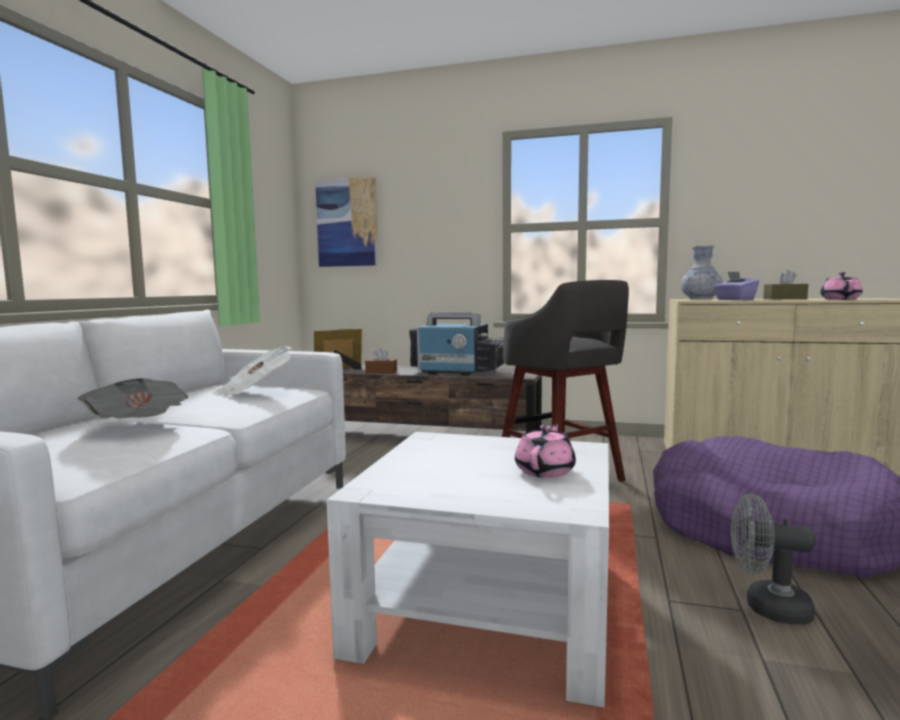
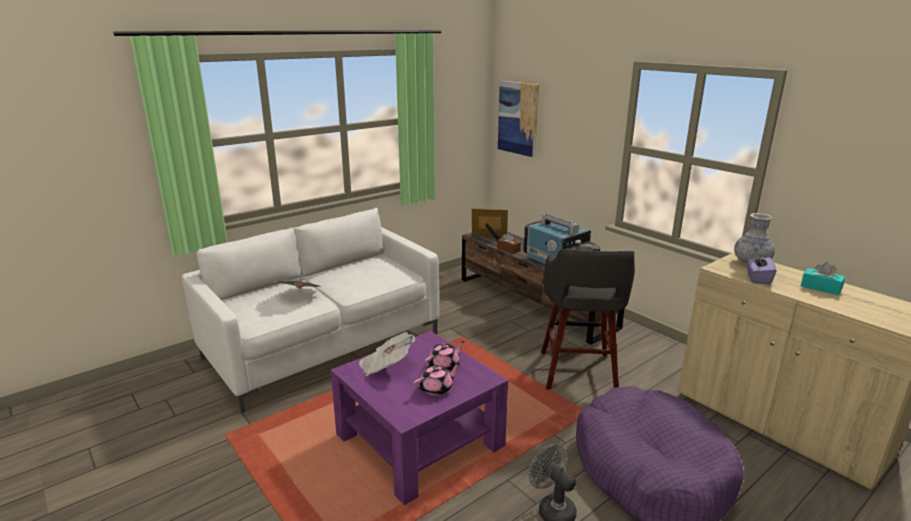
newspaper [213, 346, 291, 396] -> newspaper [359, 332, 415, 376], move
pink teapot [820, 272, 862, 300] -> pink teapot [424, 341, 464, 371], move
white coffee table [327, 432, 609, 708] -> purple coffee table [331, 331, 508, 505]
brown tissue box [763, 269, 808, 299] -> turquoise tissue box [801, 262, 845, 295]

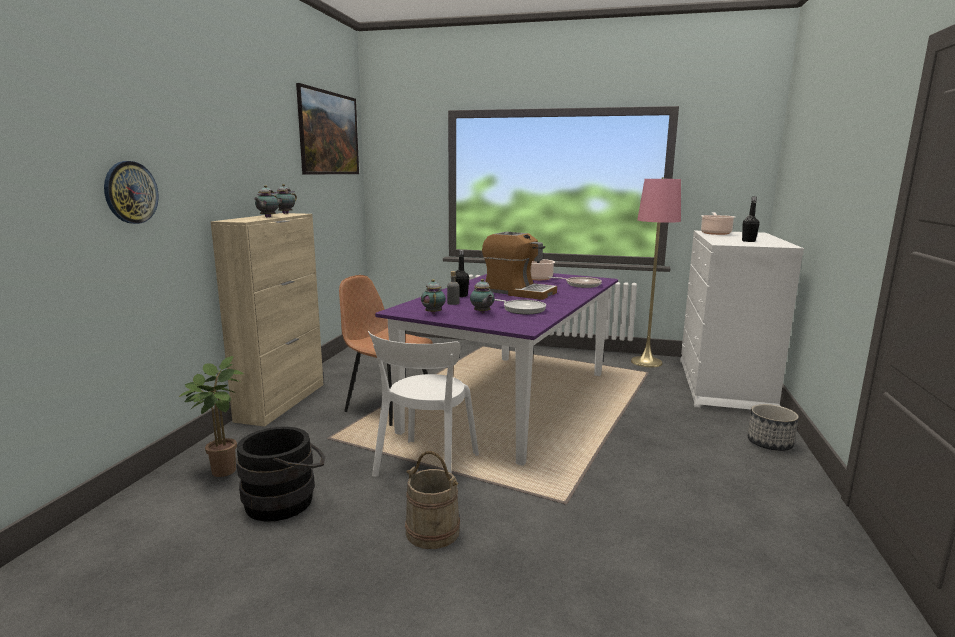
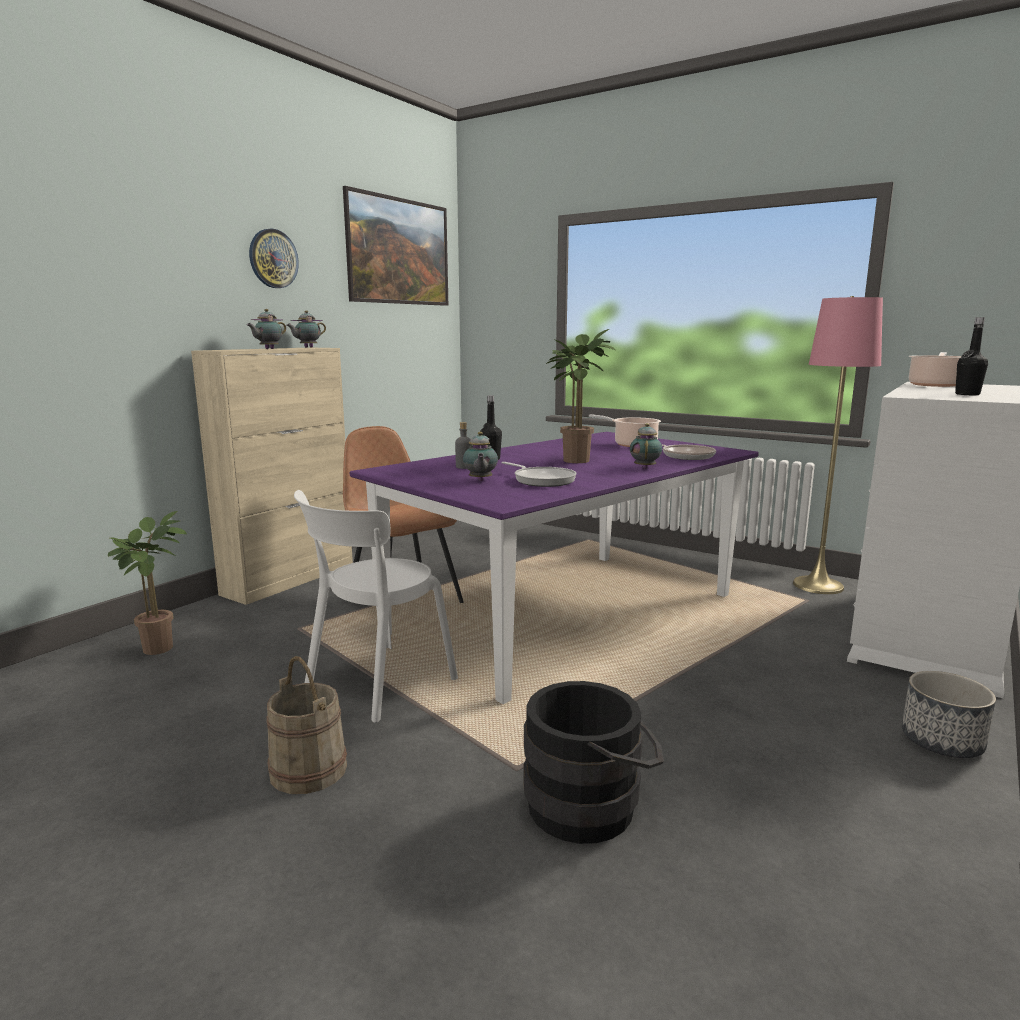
wall clock [104, 161, 159, 224] -> wall clock [249, 228, 299, 288], move
black bucket [236, 427, 325, 522] -> black bucket [523, 681, 664, 844], move
teapot [421, 279, 446, 314] -> teapot [630, 423, 662, 469], move
coffee machine [482, 232, 557, 300] -> potted plant [546, 329, 617, 463]

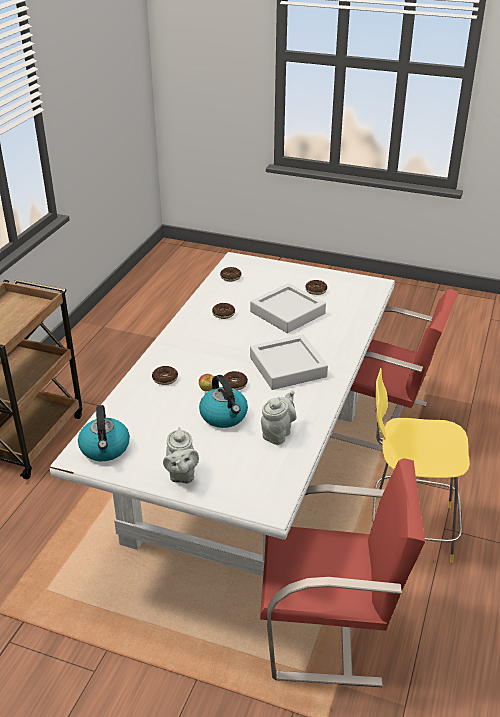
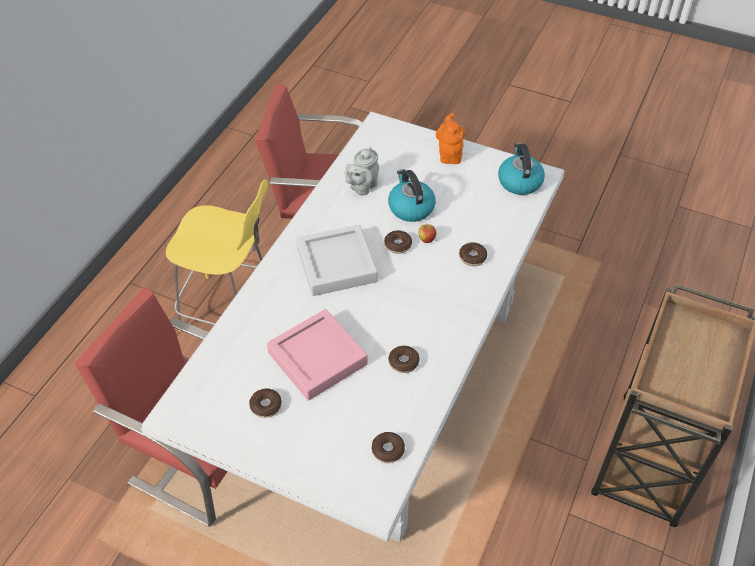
grey teapot [163, 427, 199, 483] -> orange teapot [436, 113, 465, 164]
grey tray [250, 283, 326, 333] -> pink tray [267, 309, 368, 401]

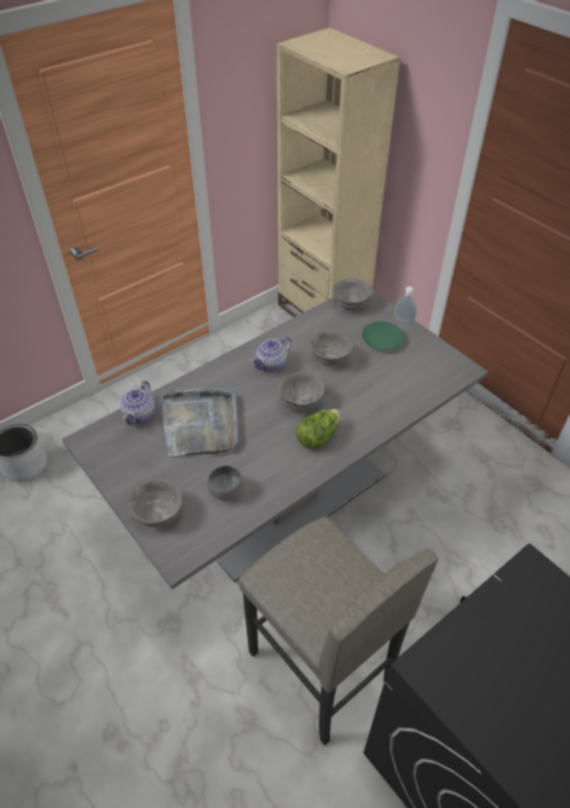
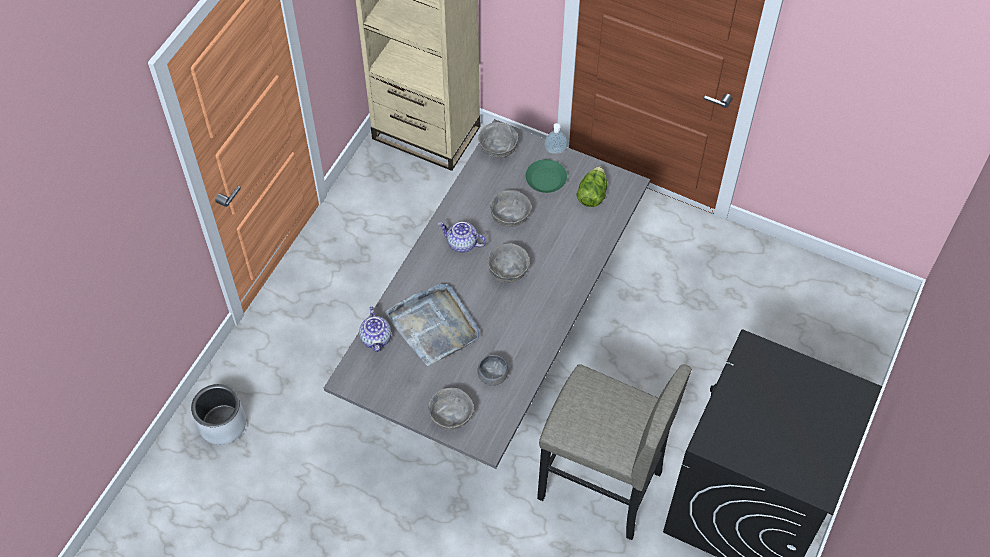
lettuce [296, 409, 340, 449] -> lettuce [577, 166, 607, 207], move
teapot [251, 336, 291, 372] -> teapot [438, 222, 486, 252], 90 degrees clockwise

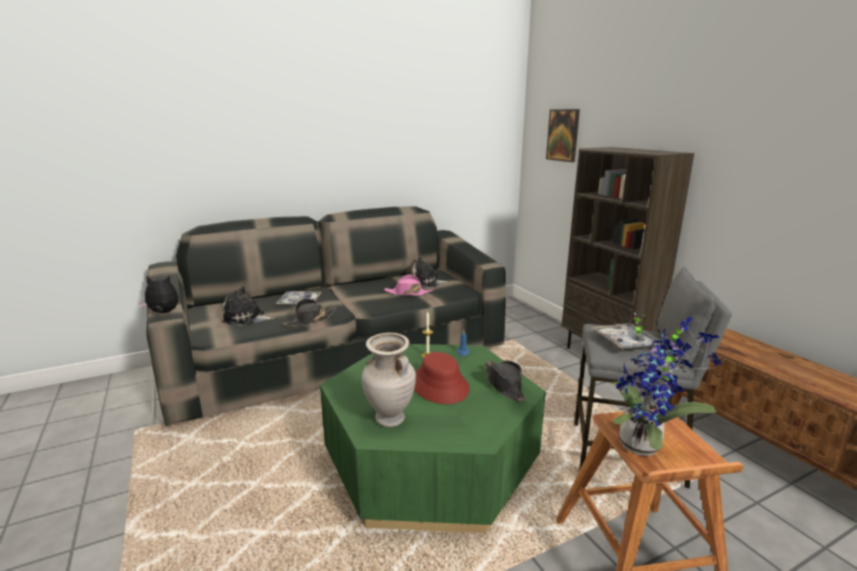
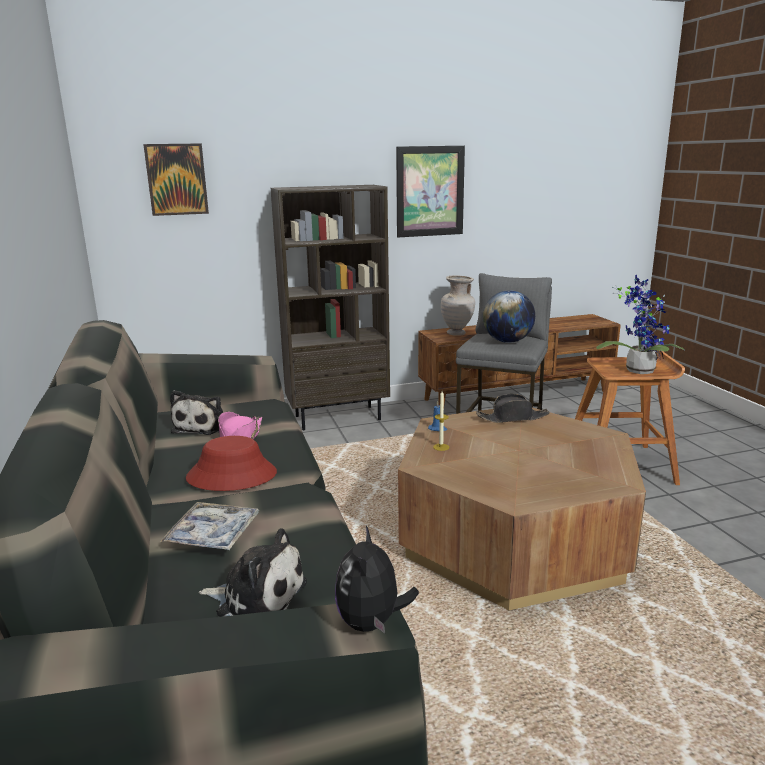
black hat [282, 299, 337, 327] -> none
none -> picture [396, 146, 465, 237]
beige vase [361, 333, 416, 427] -> beige vase [441, 275, 475, 336], move
red hat [414, 352, 469, 404] -> red hat [186, 436, 277, 491], move
tray [591, 323, 664, 350] -> globe [483, 290, 535, 343]
green coffee table [320, 344, 546, 533] -> brown coffee table [398, 408, 646, 610]
plush toy [222, 285, 274, 325] -> plush toy [199, 528, 307, 617], 90 degrees counterclockwise

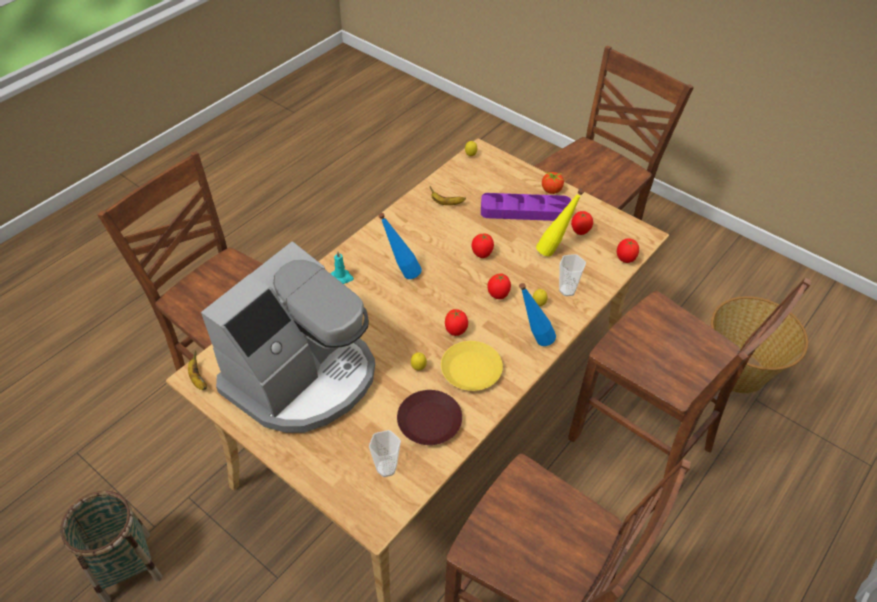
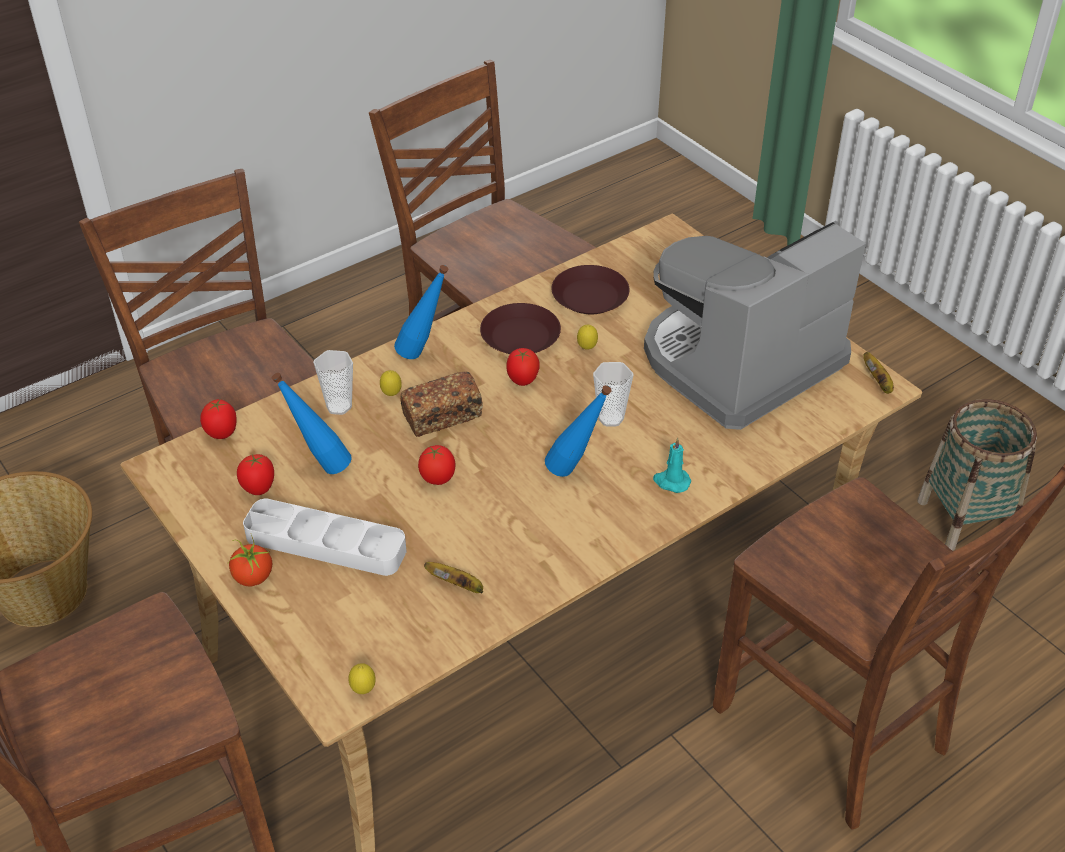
cup [369, 430, 401, 477] -> cup [593, 362, 633, 427], move
tomato [487, 274, 511, 299] -> bread [400, 371, 483, 437]
yellow plate [441, 341, 503, 391] -> brown plate [480, 303, 561, 354]
purple tray [481, 193, 571, 221] -> white tray [243, 498, 406, 576]
yellow bottle [536, 189, 584, 257] -> blue bottle [272, 373, 352, 474]

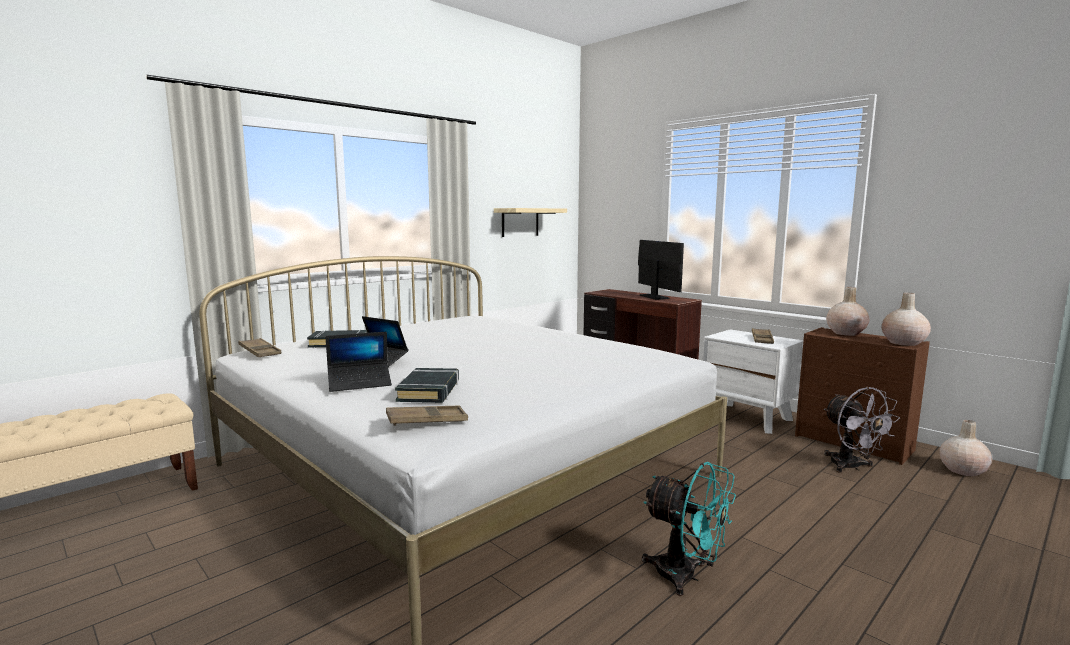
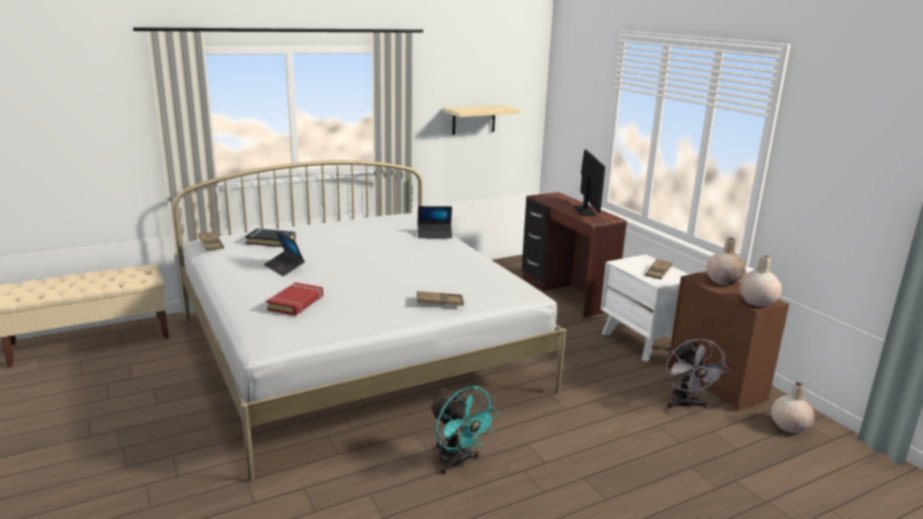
laptop [326, 332, 392, 392] -> laptop [418, 206, 452, 238], move
brown tray [386, 406, 468, 426] -> brown tray [417, 291, 464, 306], move
black book [395, 368, 459, 403] -> red book [266, 282, 323, 316]

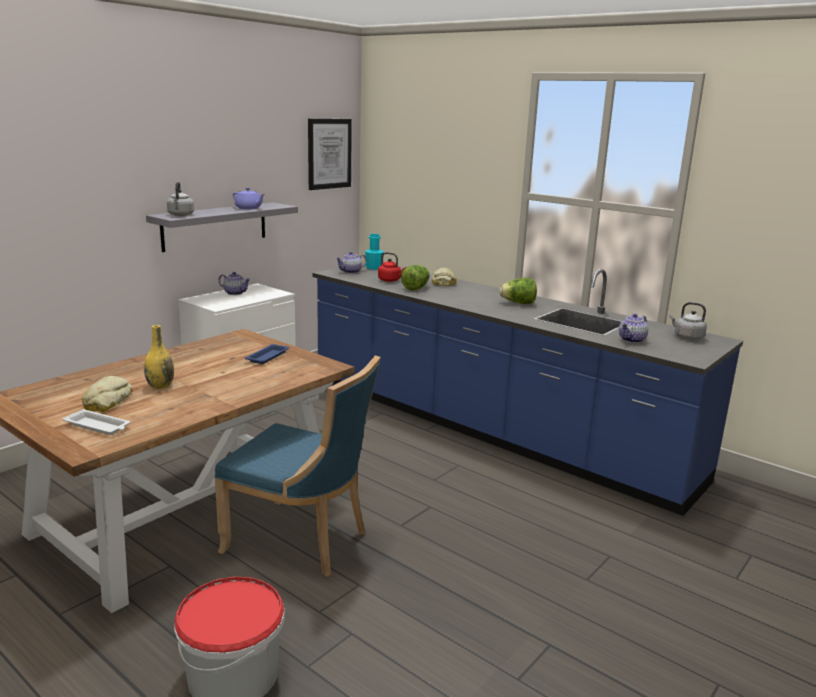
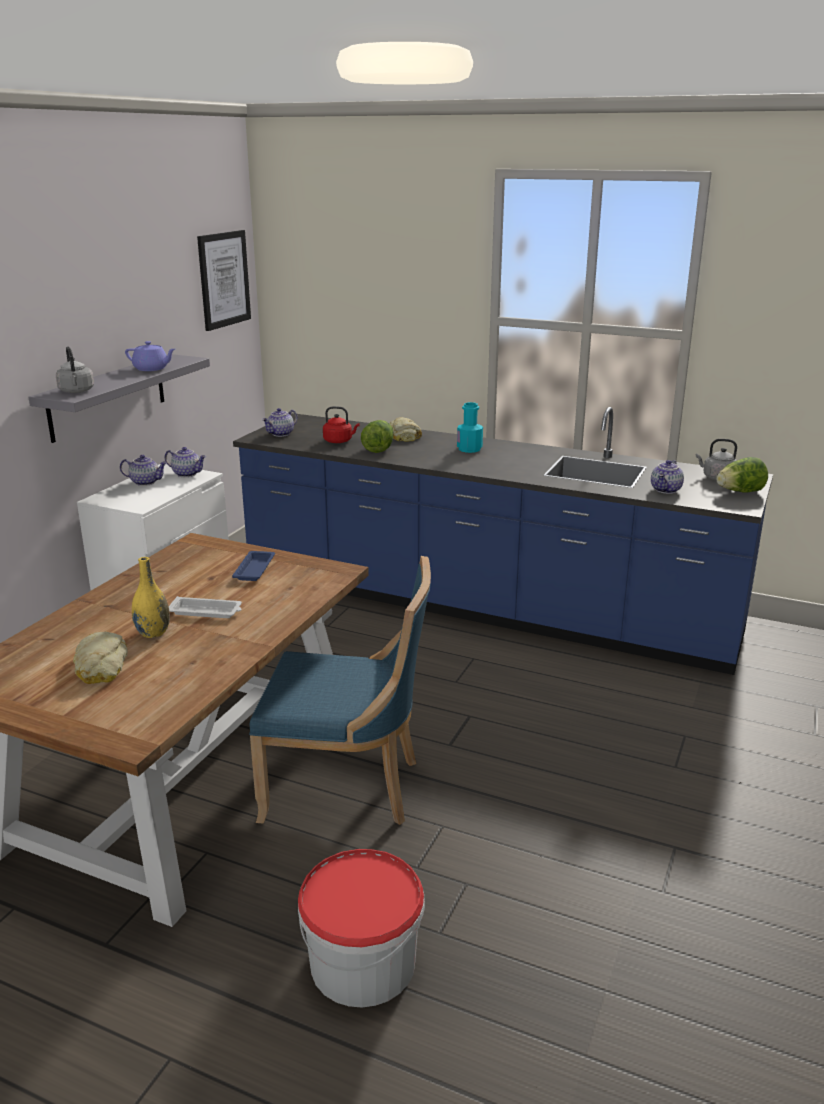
none -> teapot [165, 447, 206, 477]
white tray [63, 409, 130, 435] -> white tray [169, 596, 242, 618], move
turquoise bottle [365, 234, 383, 270] -> turquoise bottle [457, 402, 483, 453], move
lettuce [499, 278, 537, 304] -> lettuce [716, 457, 768, 493], move

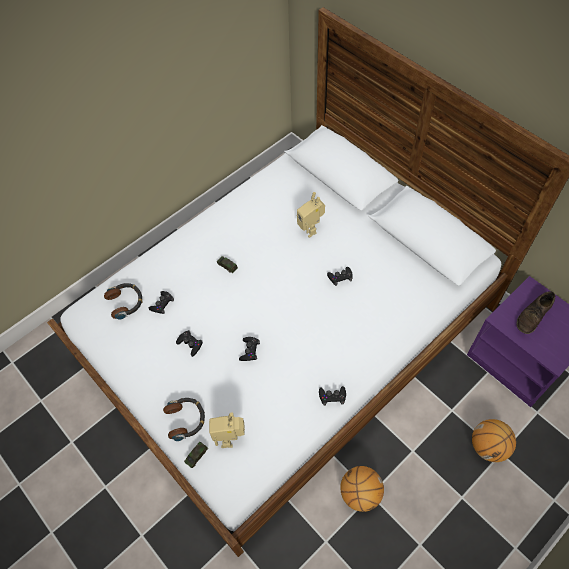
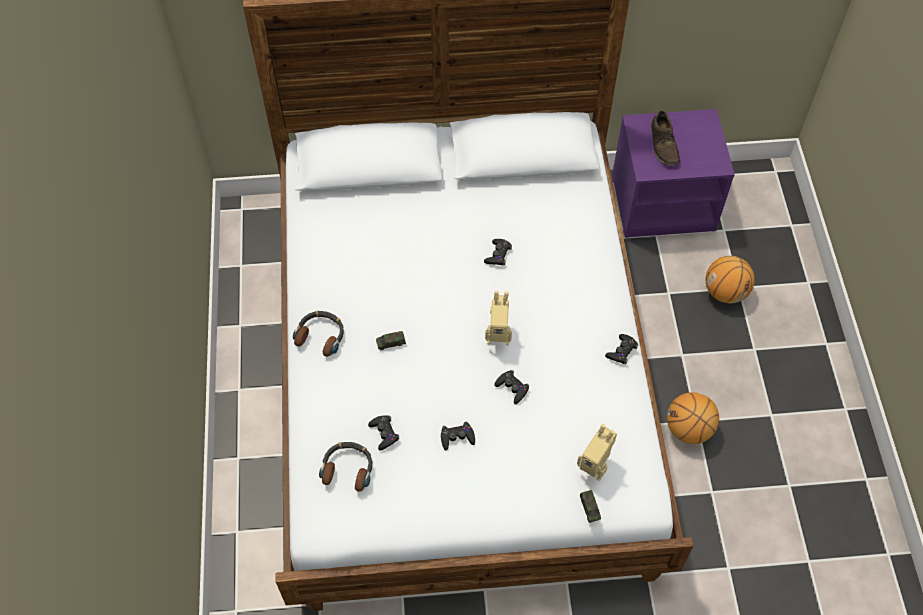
headphones [163, 398, 205, 441] -> headphones [293, 311, 344, 357], move
toy robot [297, 192, 325, 238] -> toy robot [485, 291, 512, 345], move

